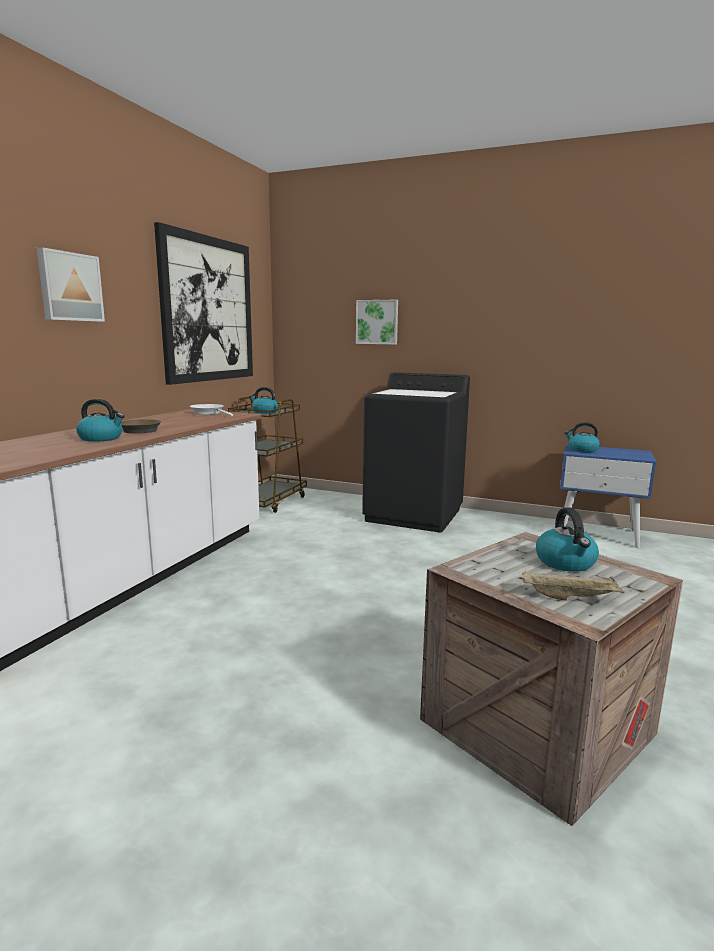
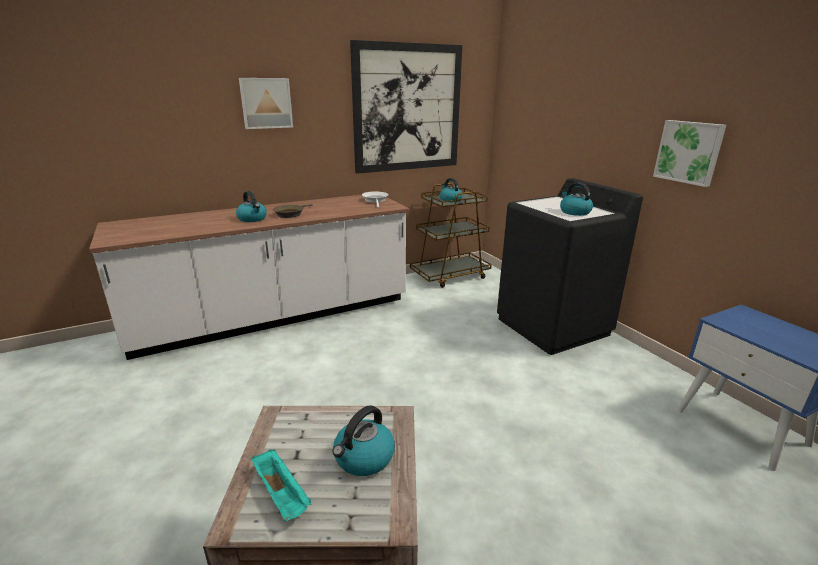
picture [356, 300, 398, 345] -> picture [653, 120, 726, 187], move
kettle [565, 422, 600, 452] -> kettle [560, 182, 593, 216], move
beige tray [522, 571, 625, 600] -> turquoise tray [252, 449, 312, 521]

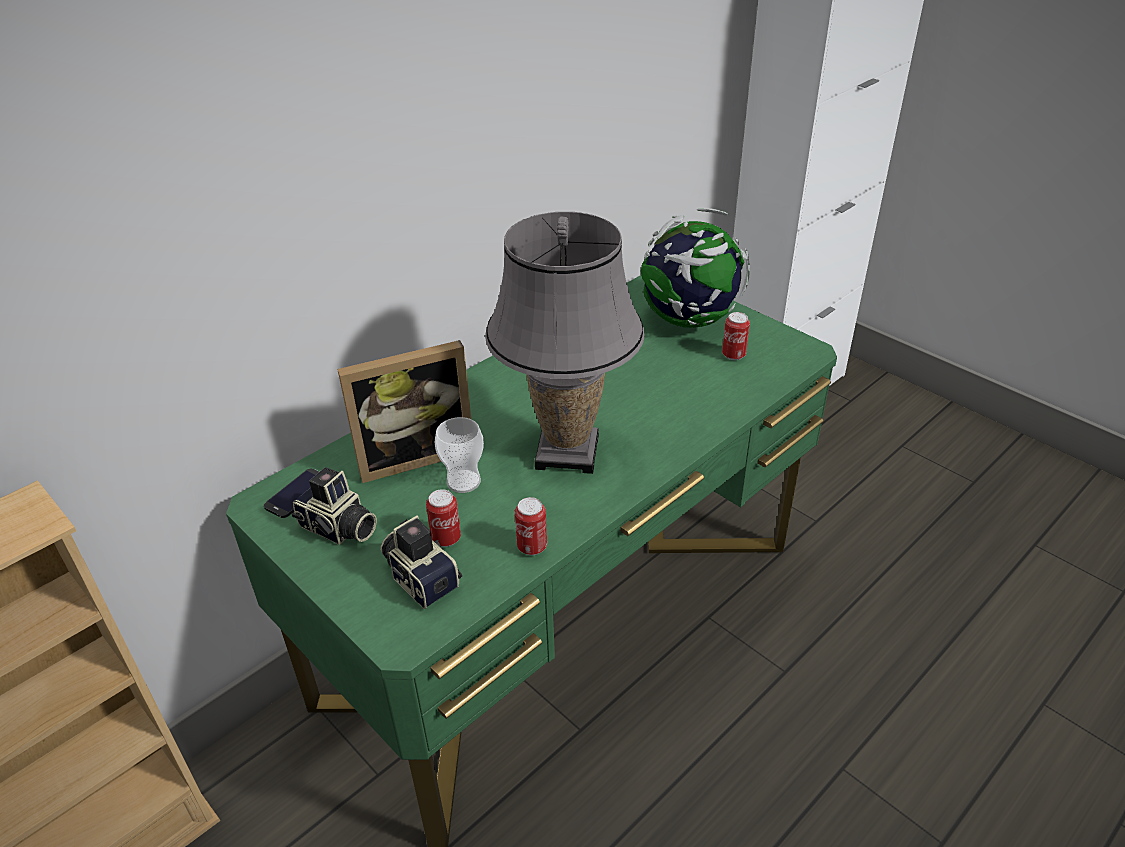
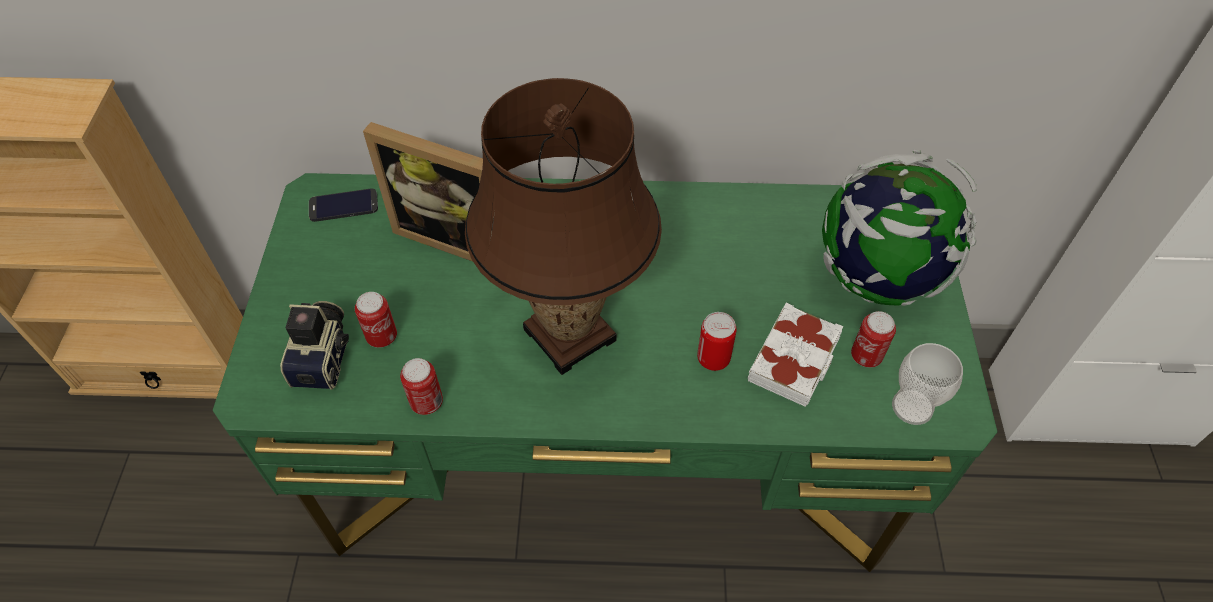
photo camera [292, 467, 377, 545] -> none
none -> can [697, 312, 737, 371]
none -> white book [748, 302, 843, 407]
cup [435, 417, 484, 493] -> cup [892, 343, 963, 425], move
grey table lamp [485, 212, 645, 474] -> brown table lamp [465, 78, 662, 375]

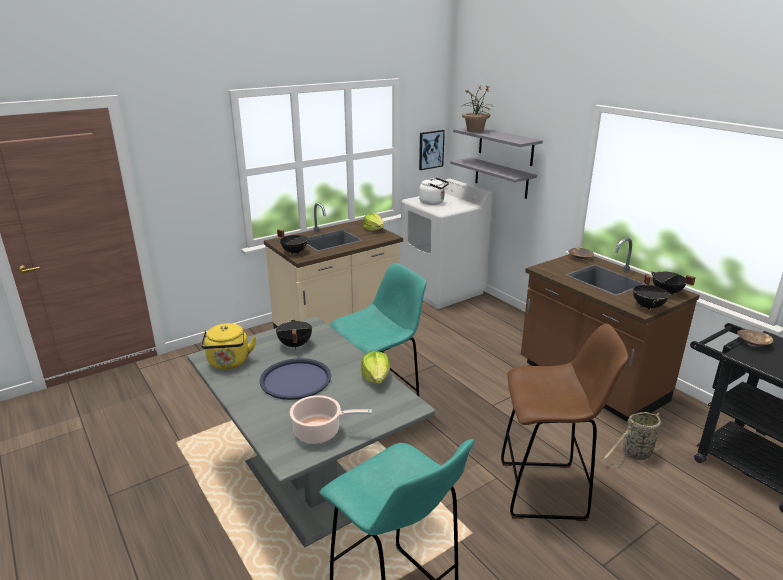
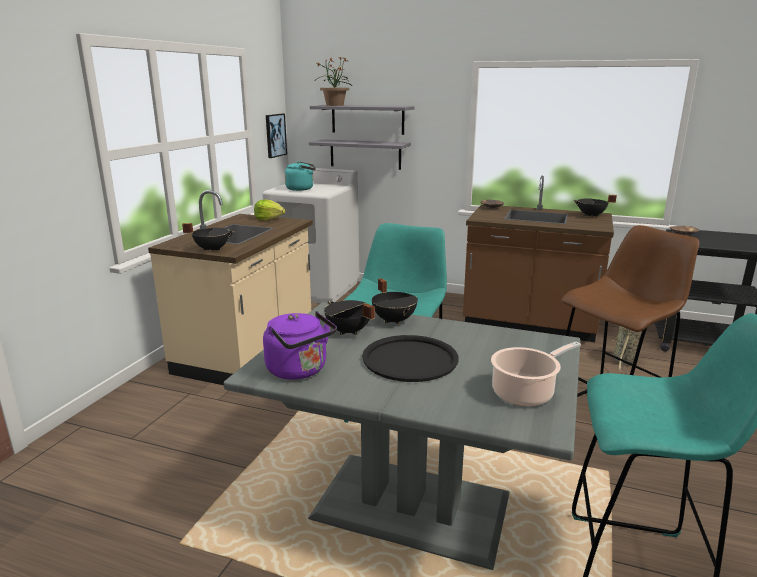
lettuce [361, 351, 390, 384] -> none
black cooking pot [633, 274, 670, 310] -> black cooking pot [372, 278, 418, 325], move
yellow kettle [201, 323, 257, 369] -> purple kettle [263, 311, 337, 380]
blue tray [260, 358, 331, 400] -> black tray [362, 335, 458, 382]
white kettle [419, 177, 449, 205] -> turquoise kettle [285, 161, 316, 191]

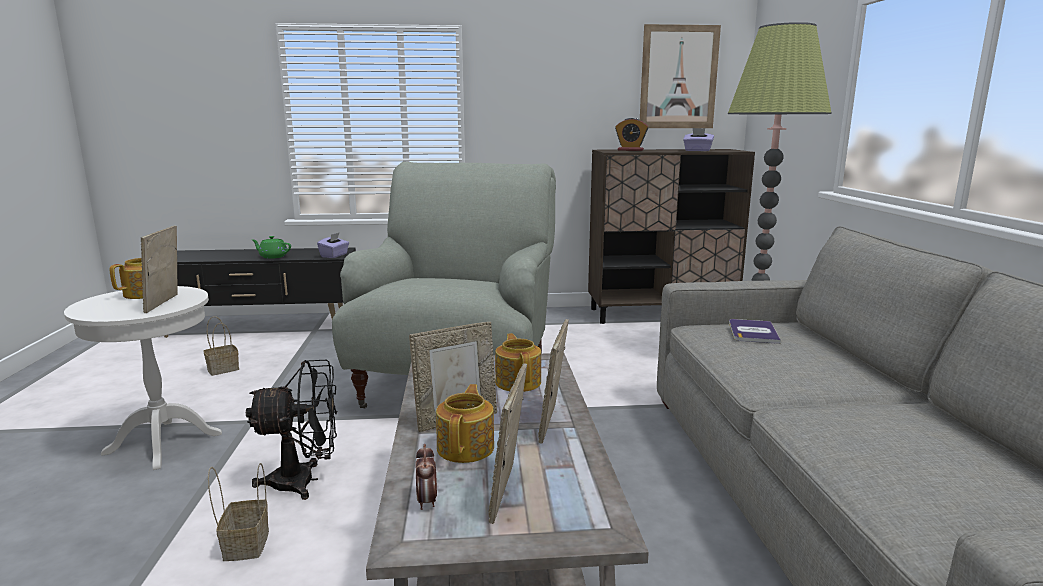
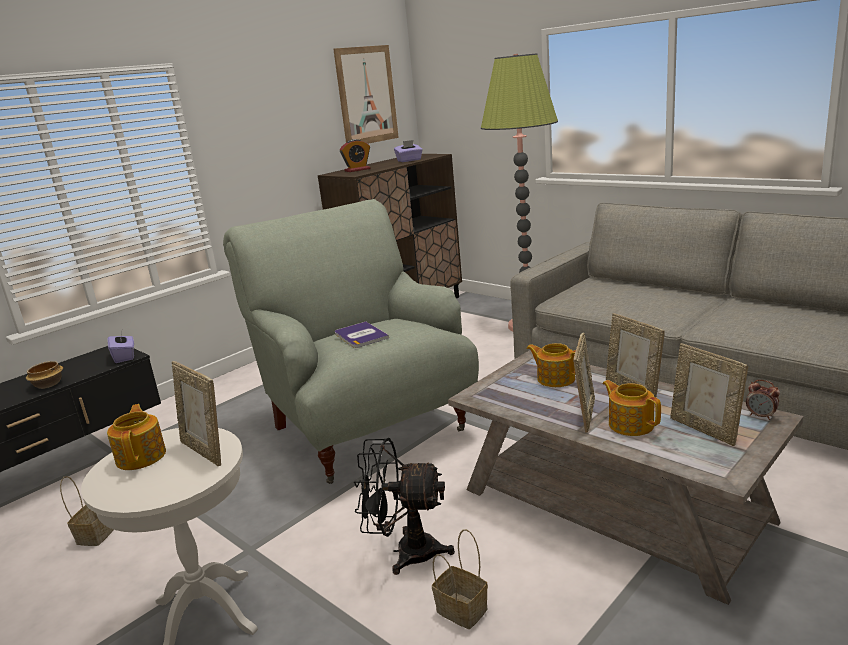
alarm clock [416, 444, 437, 510] -> alarm clock [746, 380, 780, 420], move
book [729, 319, 781, 344] -> book [335, 321, 389, 348], move
green teapot [252, 236, 291, 259] -> bowl [26, 361, 63, 389]
black fan [246, 360, 337, 500] -> black fan [354, 438, 455, 575], 120 degrees counterclockwise

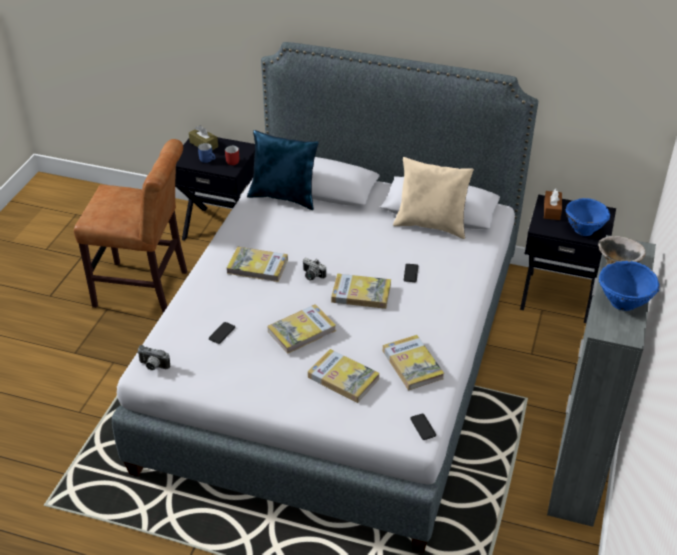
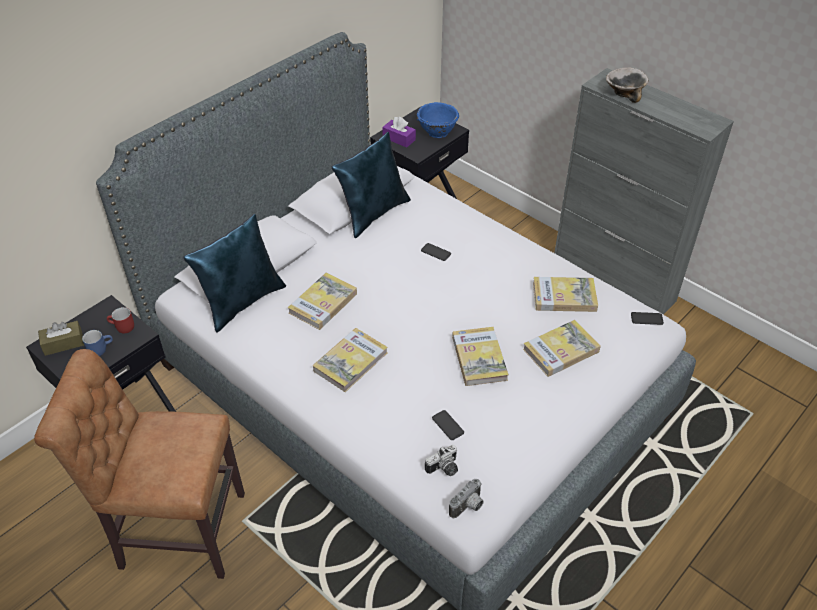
blue bowl [599, 261, 660, 311] -> none
photo camera [303, 258, 326, 280] -> photo camera [425, 445, 458, 476], move
book [331, 273, 391, 309] -> book [288, 273, 357, 330], move
beige pillow [393, 157, 474, 239] -> blue pillow [332, 132, 411, 238]
brown tissue box [544, 189, 562, 220] -> purple tissue box [382, 117, 416, 147]
brown chair [74, 139, 187, 313] -> brown chair [34, 349, 245, 579], 120 degrees counterclockwise

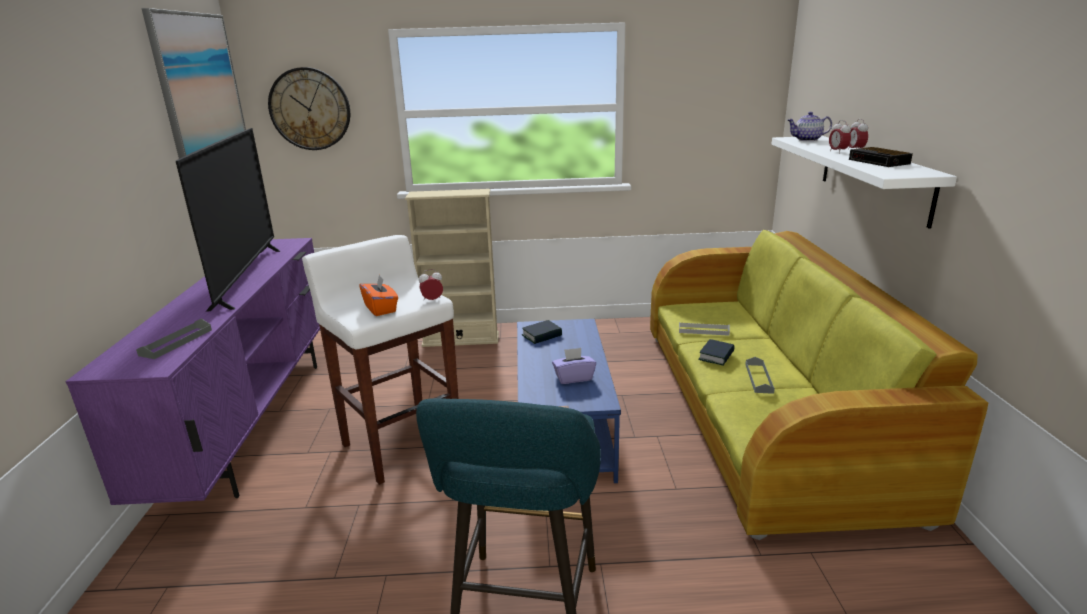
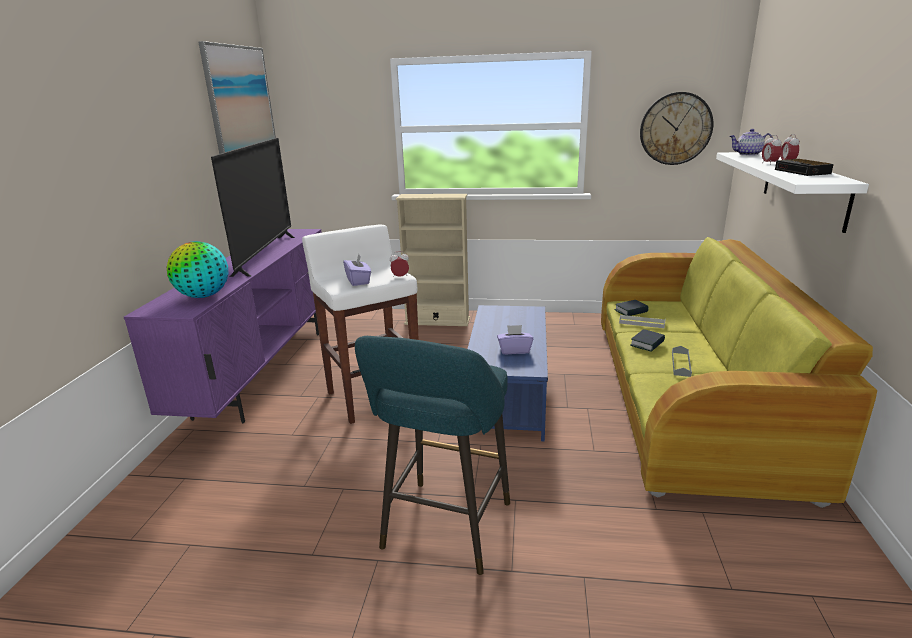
wall clock [268, 67, 350, 150] -> wall clock [640, 92, 713, 165], move
book [522, 320, 562, 344] -> book [614, 300, 648, 316], move
grey tray [136, 318, 212, 359] -> globe [167, 241, 229, 298]
orange tissue box [360, 274, 398, 316] -> purple tissue box [343, 254, 371, 286]

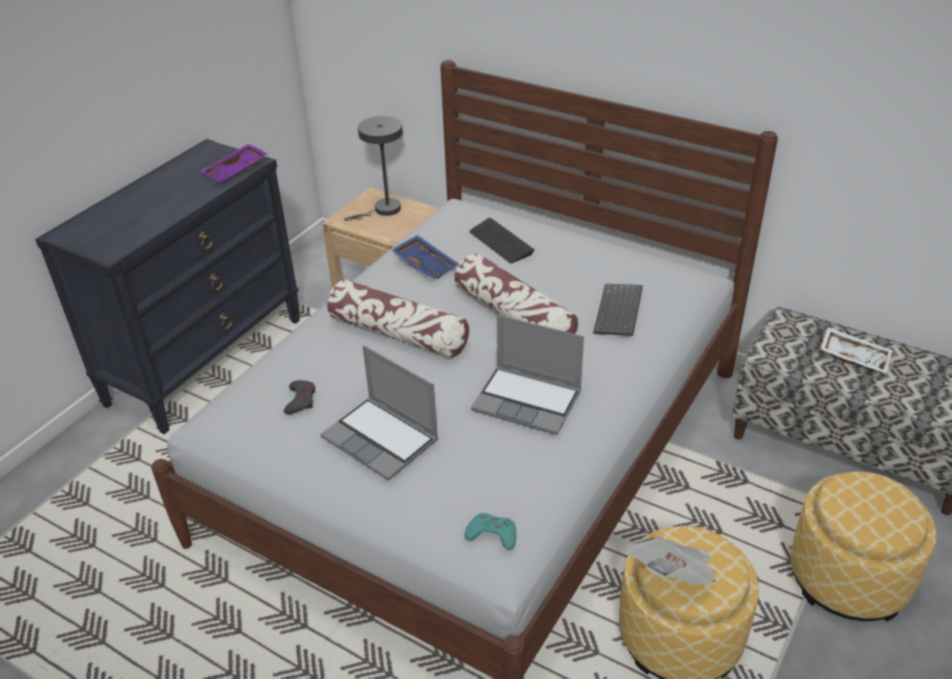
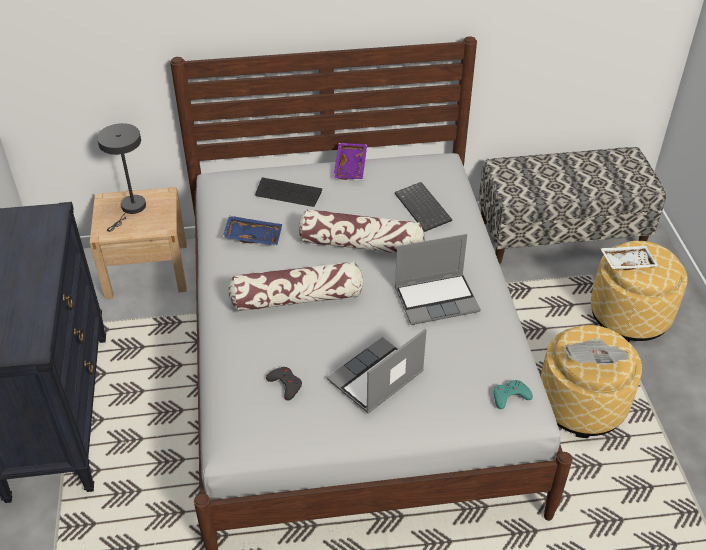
purple tray [200, 143, 268, 182] -> purple tray [333, 143, 367, 180], move
white tray [820, 327, 893, 374] -> white tray [600, 246, 659, 270], move
laptop [320, 345, 438, 481] -> laptop [327, 328, 427, 414], 135 degrees clockwise

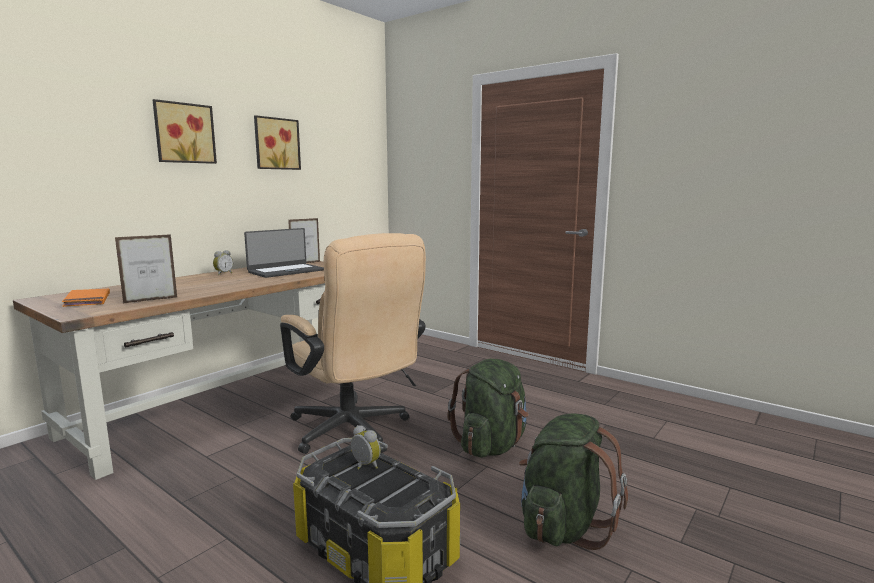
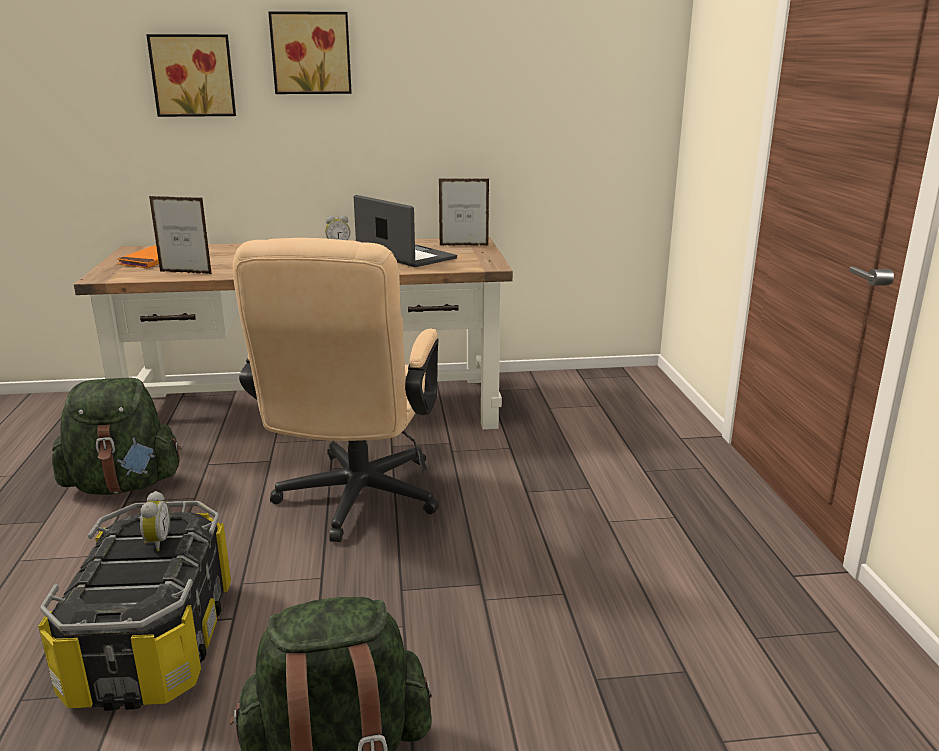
picture [254, 115, 301, 170] -> picture [146, 34, 236, 117], move
green backpack [447, 358, 529, 458] -> green backpack [52, 378, 182, 495], move
laptop [244, 228, 324, 278] -> laptop [354, 195, 457, 267], 135 degrees counterclockwise

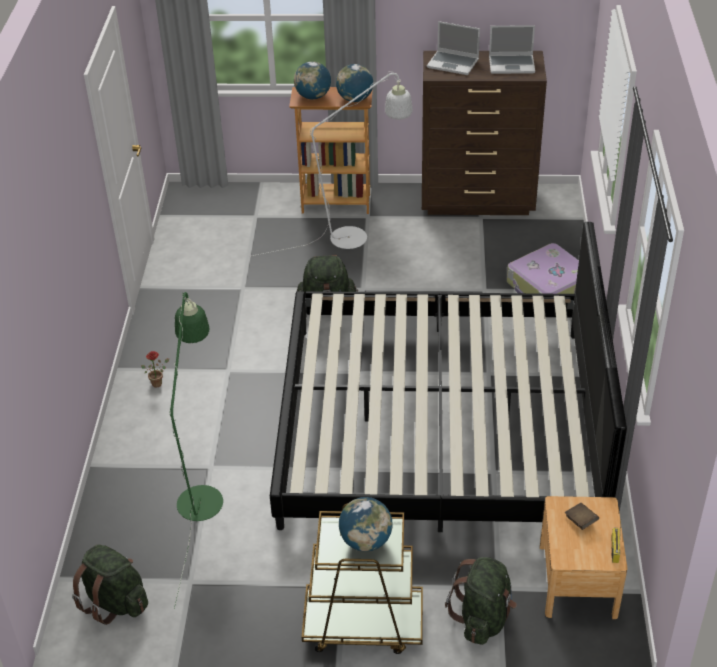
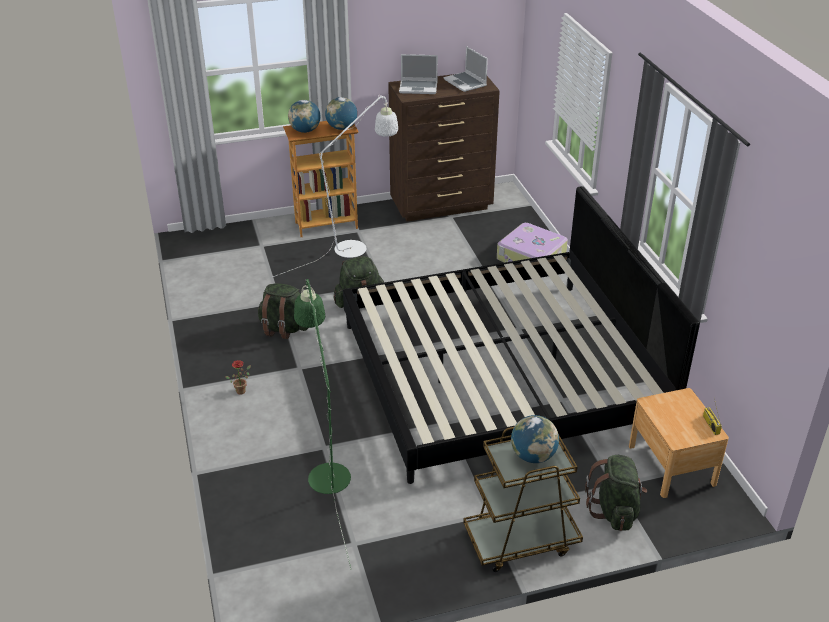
brown book [565, 503, 599, 530] -> none
green backpack [72, 545, 148, 625] -> green backpack [258, 283, 308, 339], move
laptop [489, 25, 535, 74] -> laptop [444, 46, 488, 92], 75 degrees clockwise

